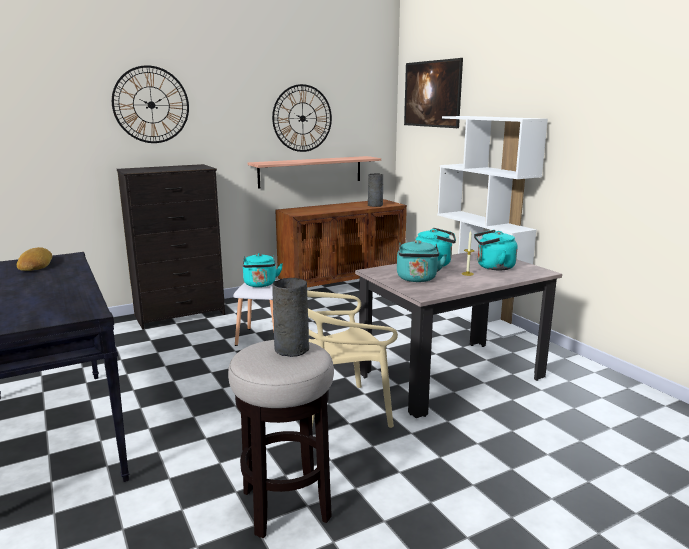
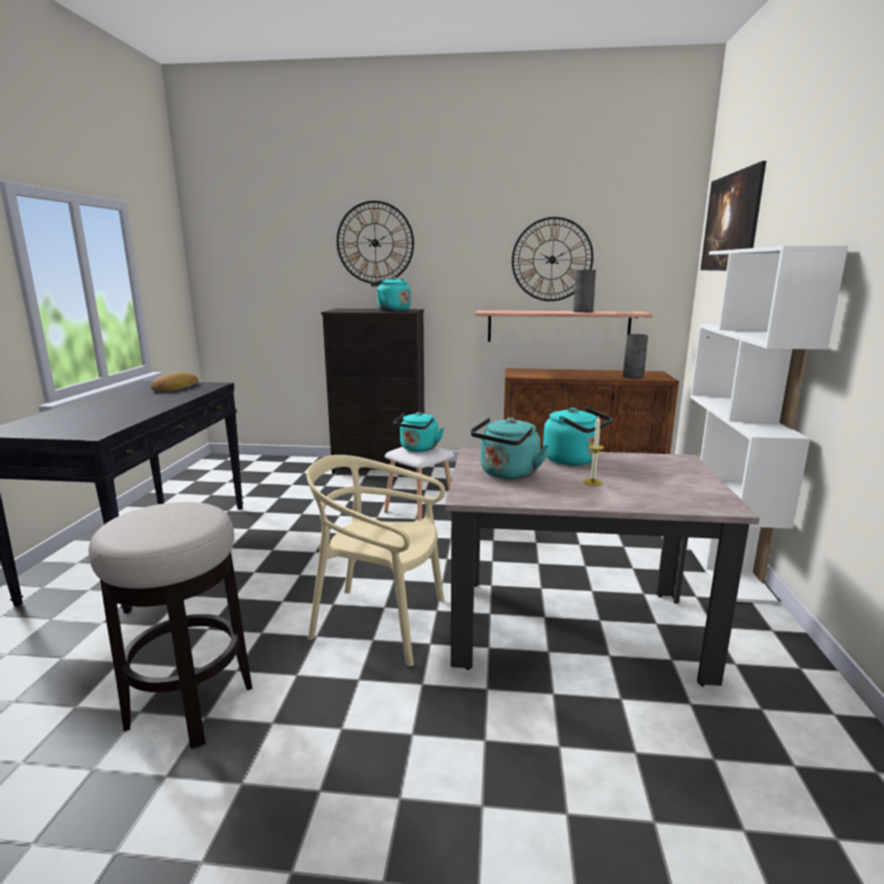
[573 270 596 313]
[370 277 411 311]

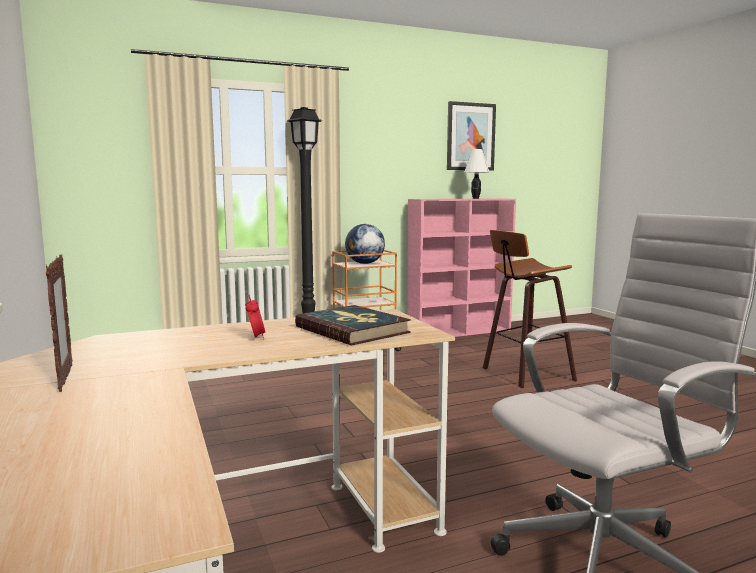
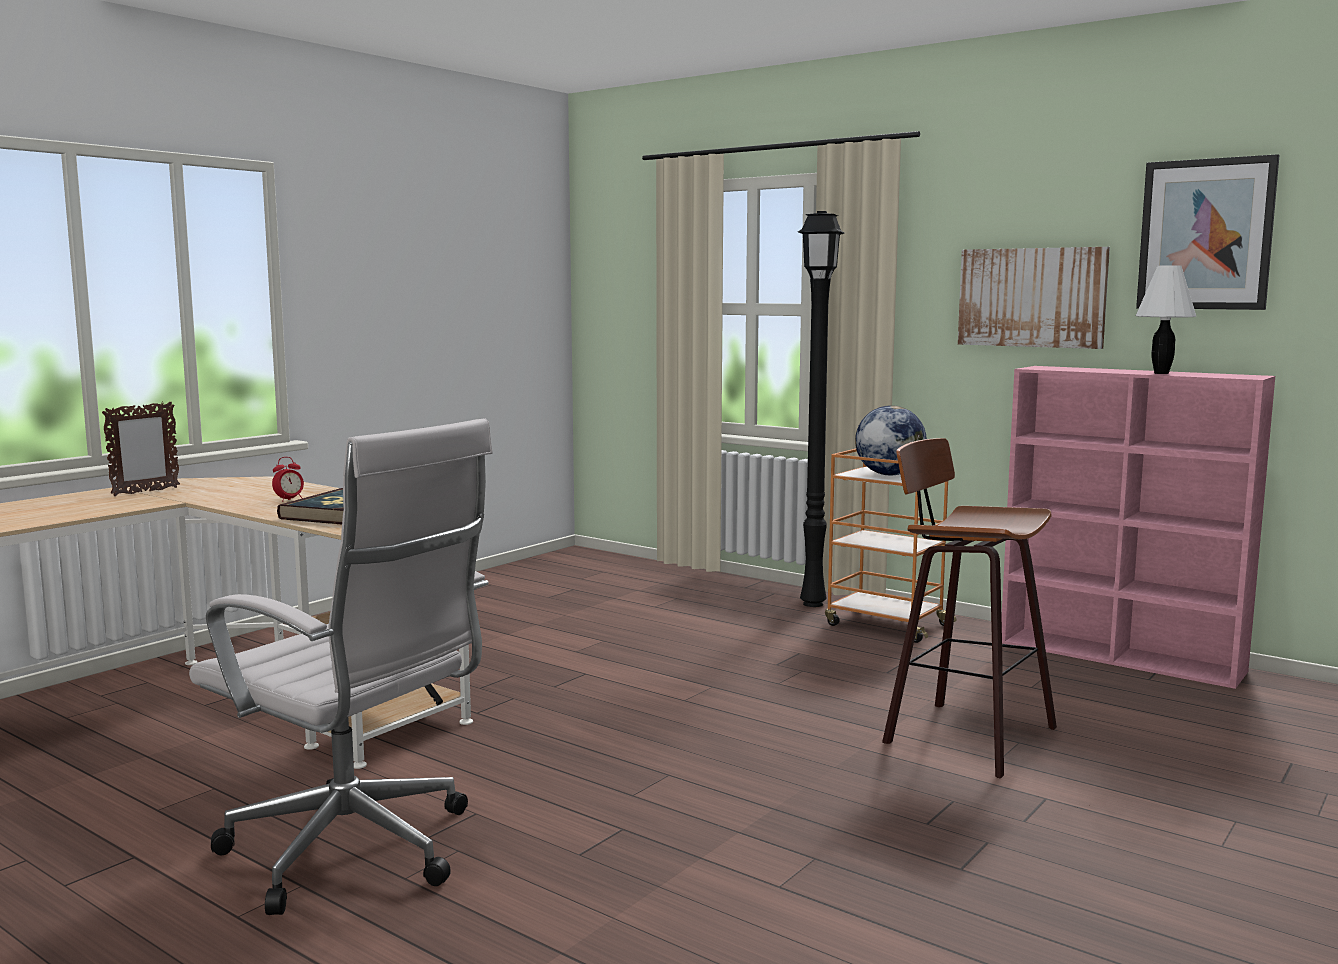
[958 247 1110 349]

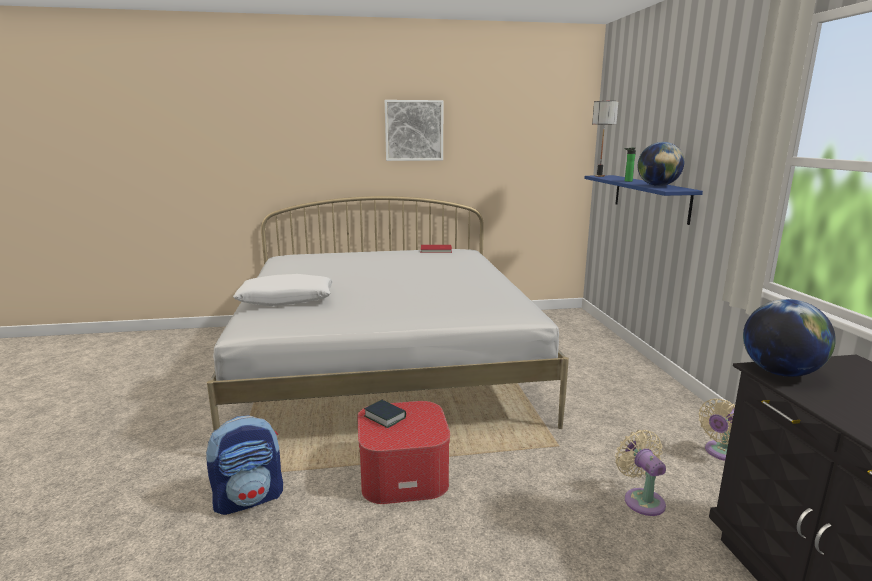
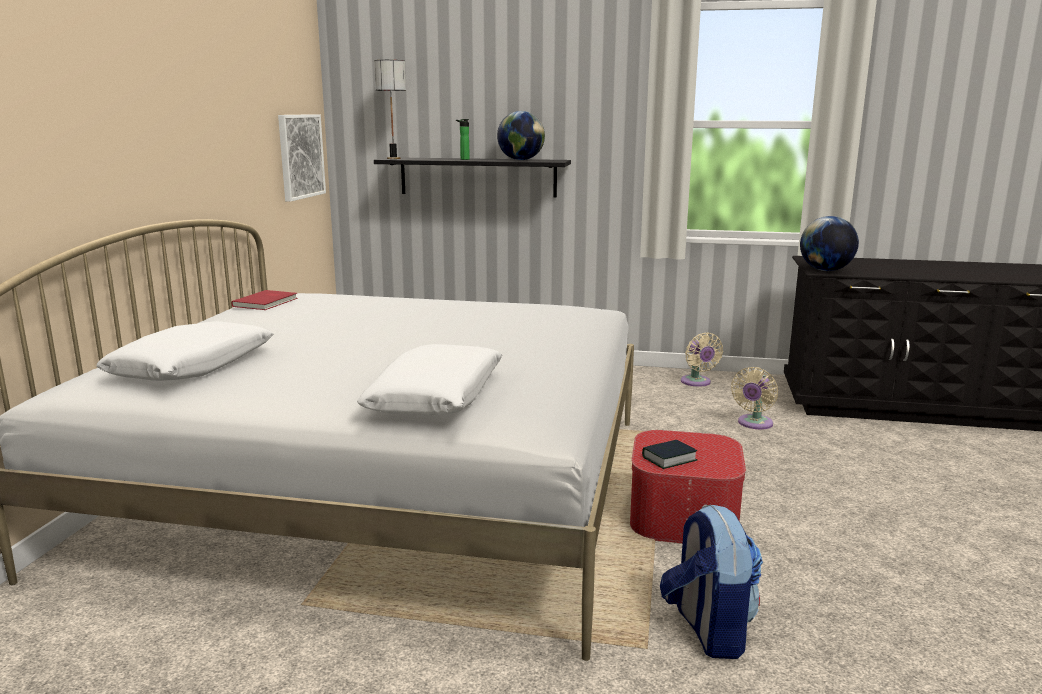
[96 321 273 381]
[278 114 326 202]
[374 158 571 197]
[731 367 778 429]

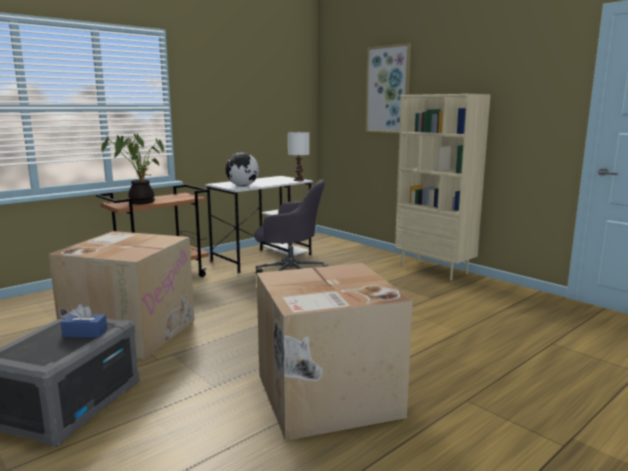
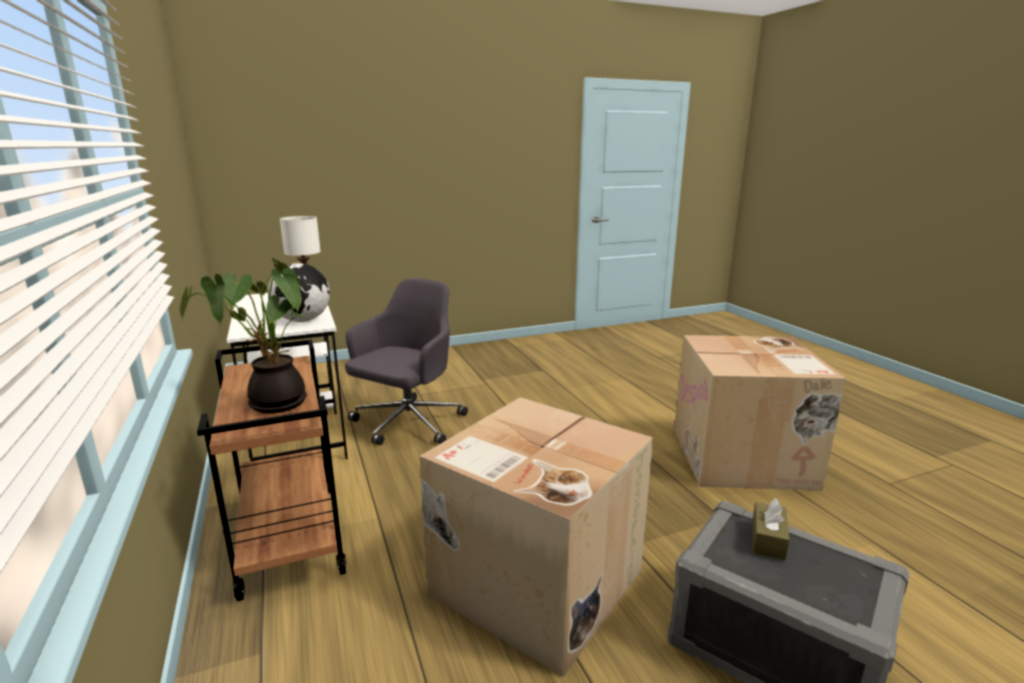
[366 43 411 134] (first image)
[395 94 491 281] (first image)
[752 498 790 560]

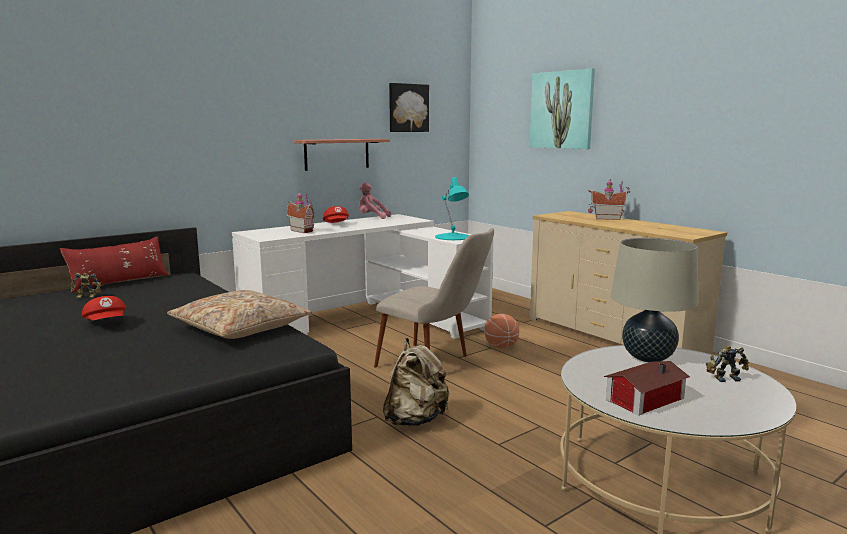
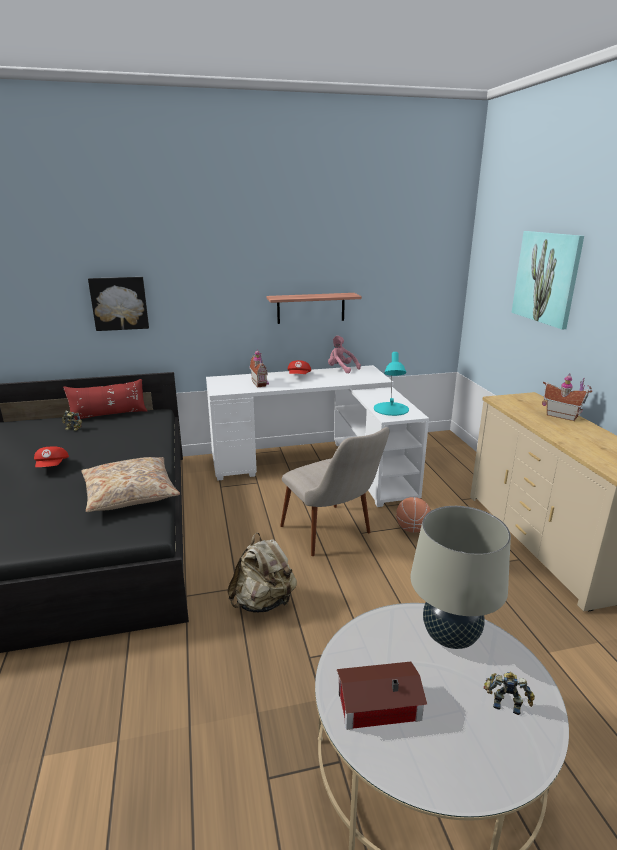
[88 277 149 331]

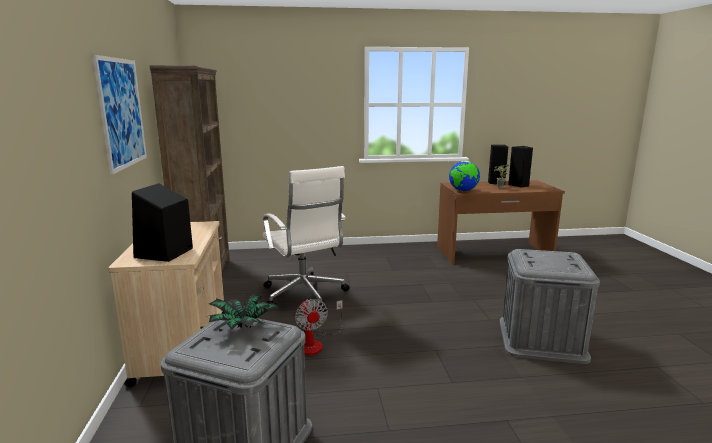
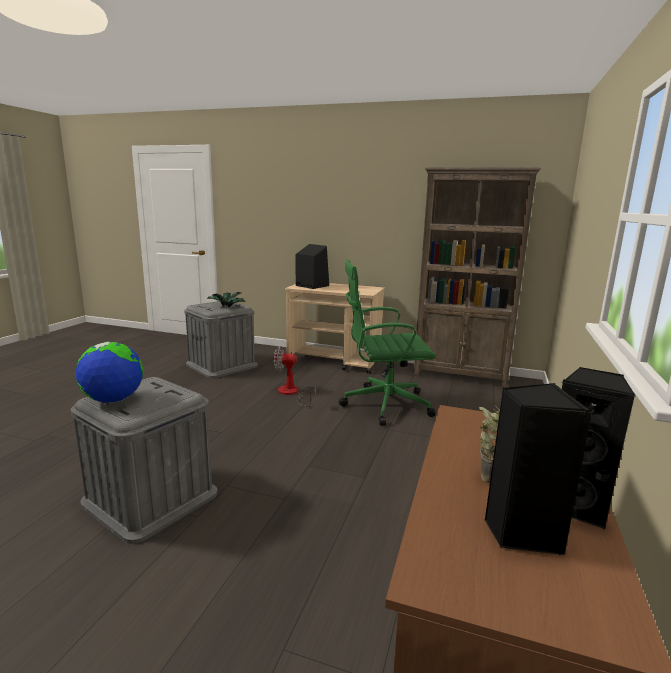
[93 55 147 174] (first image)
[76 342 143 403]
[339 259 436 426]

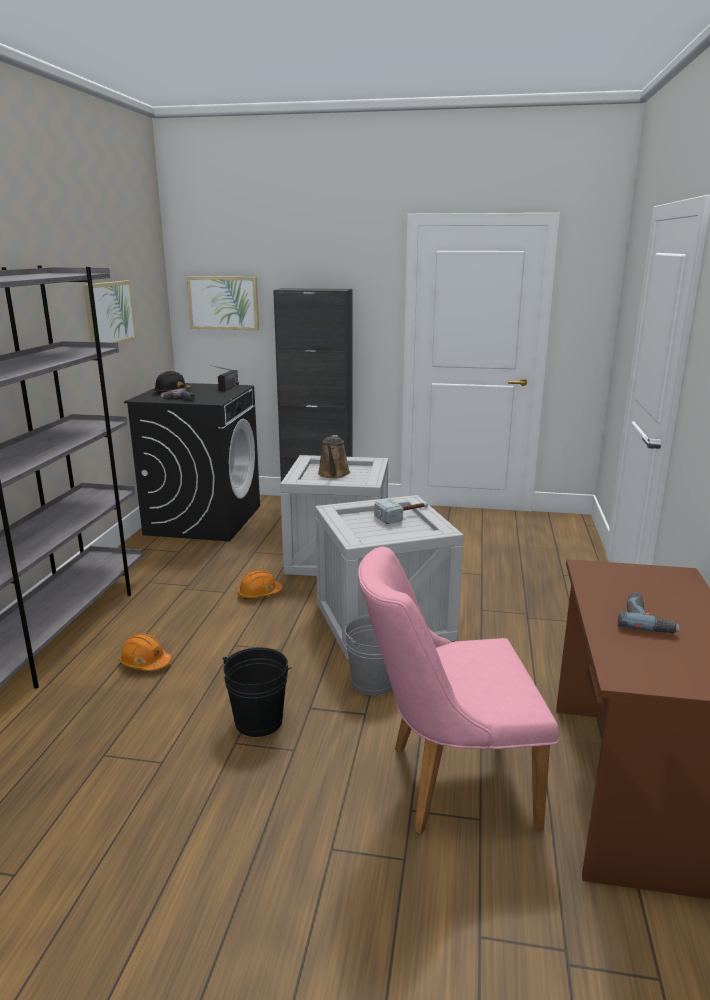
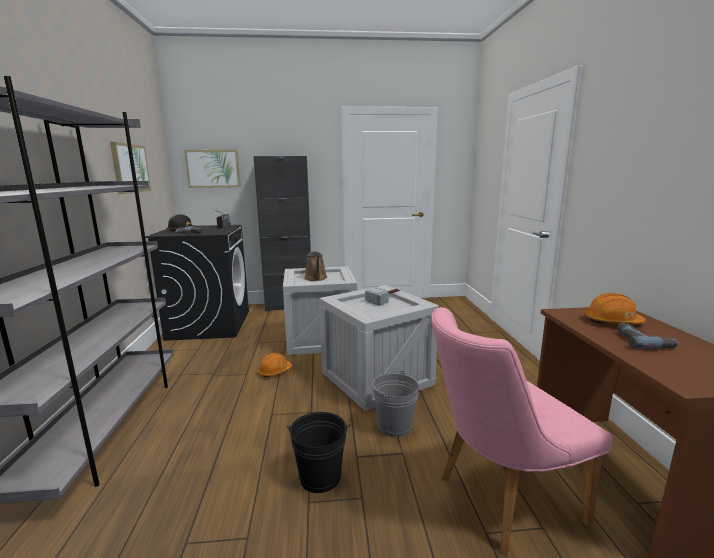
[584 293 646 324]

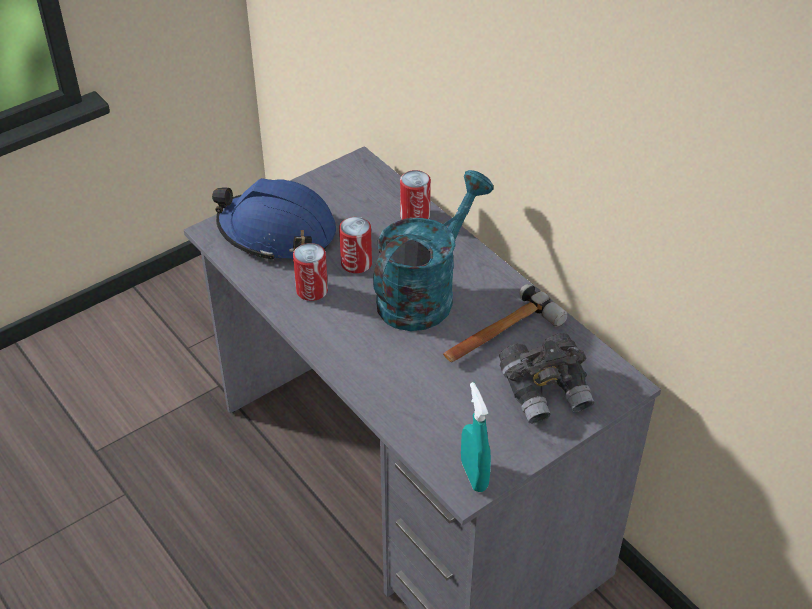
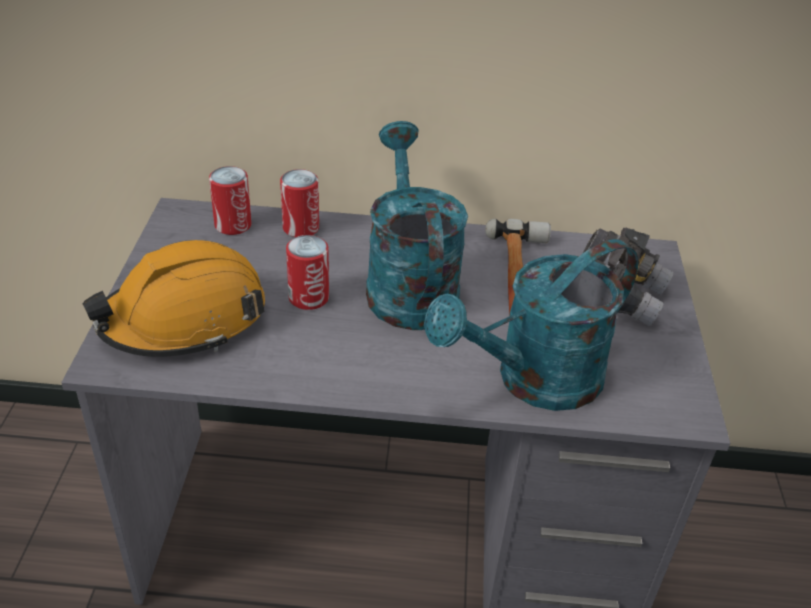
[461 382 491 492] (first image)
[424 239 638 411]
[209 166 251 235]
[83 240 265 357]

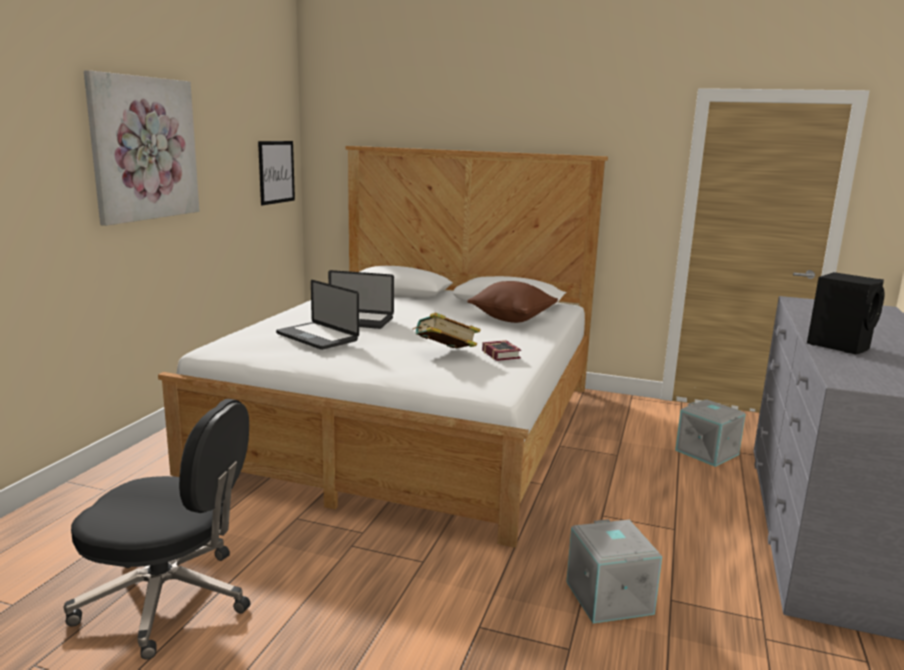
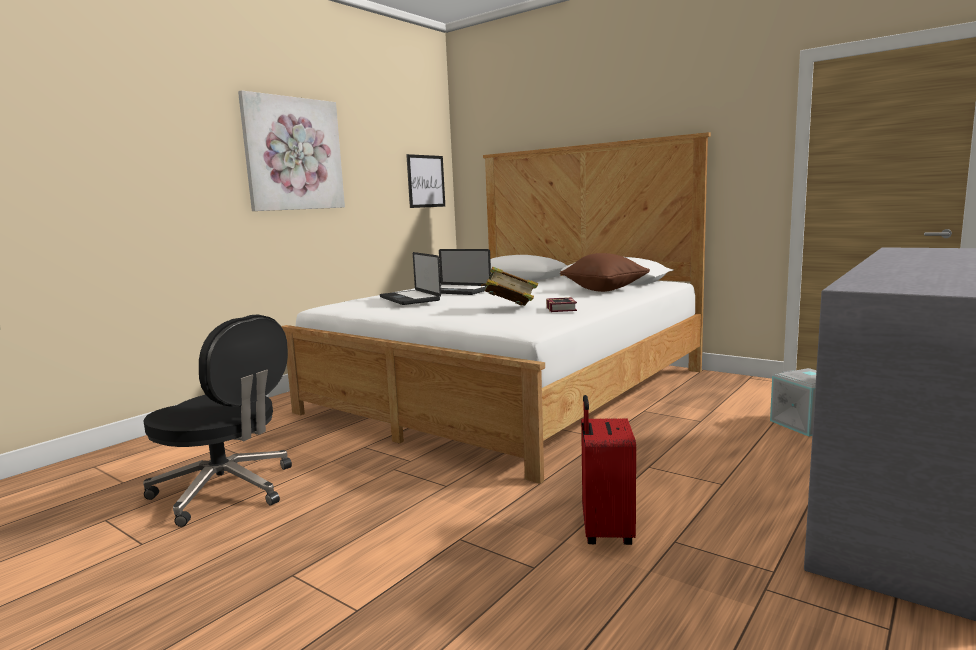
[807 272 884 354] (first image)
[581 395 636 545]

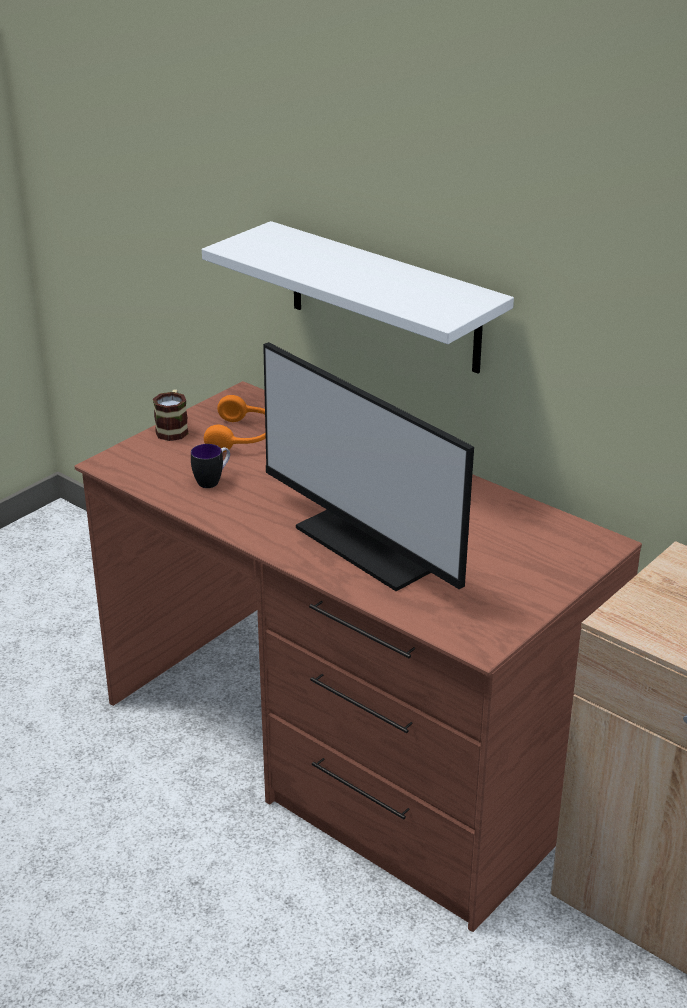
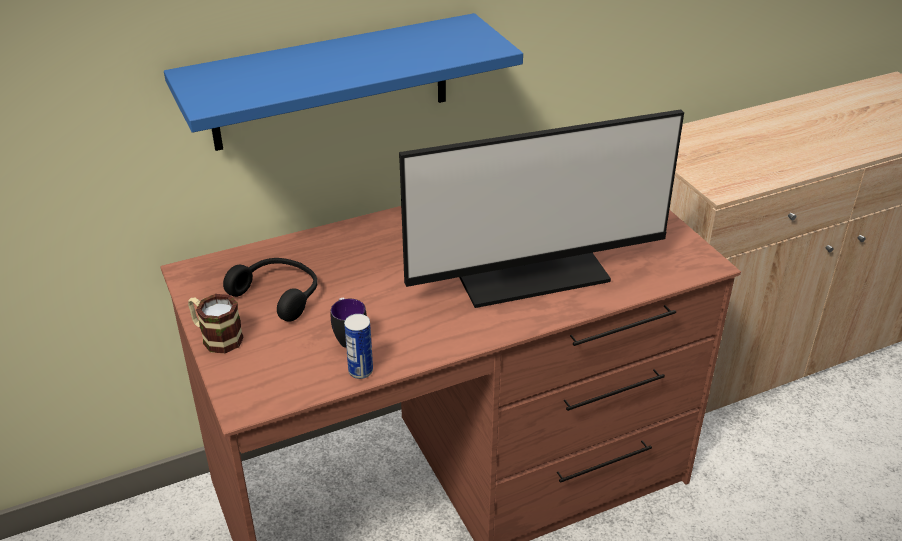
[344 314 373 379]
[164 13 523 151]
[223 258 318 322]

